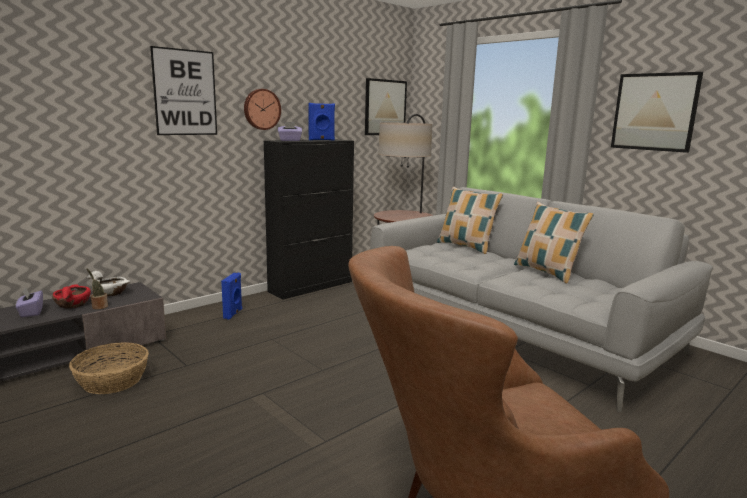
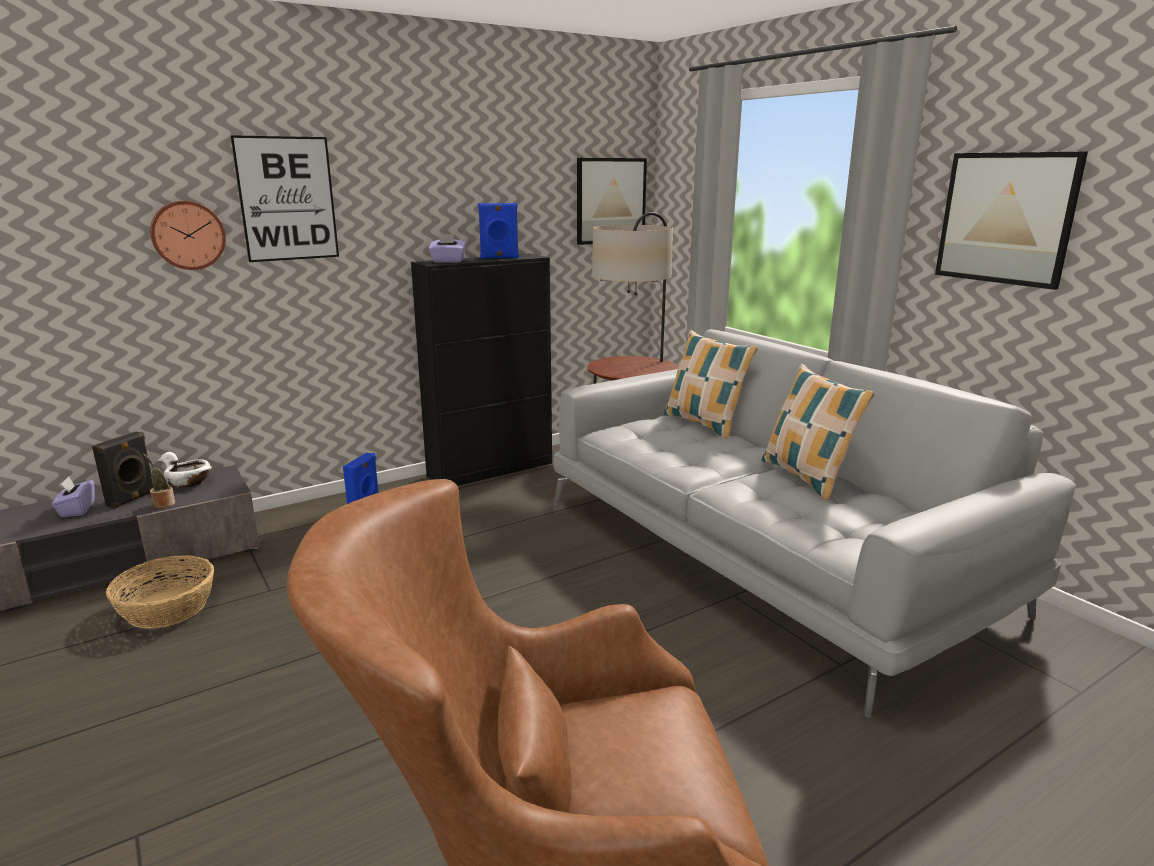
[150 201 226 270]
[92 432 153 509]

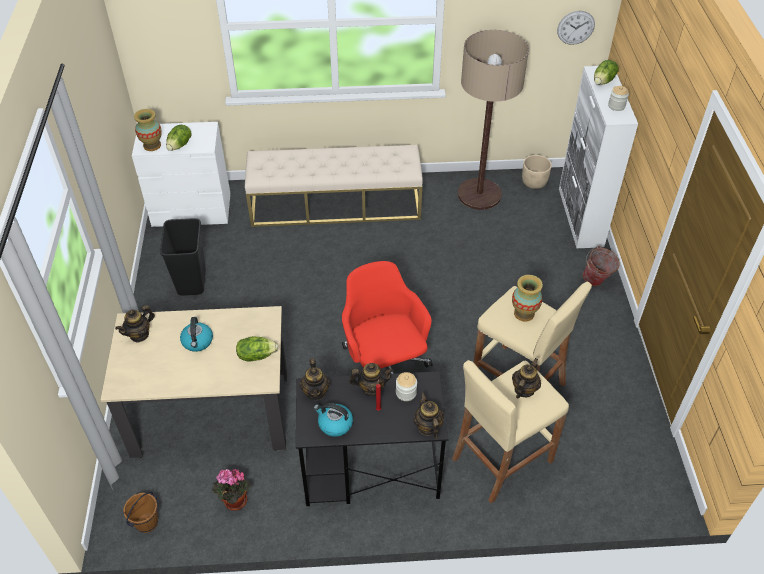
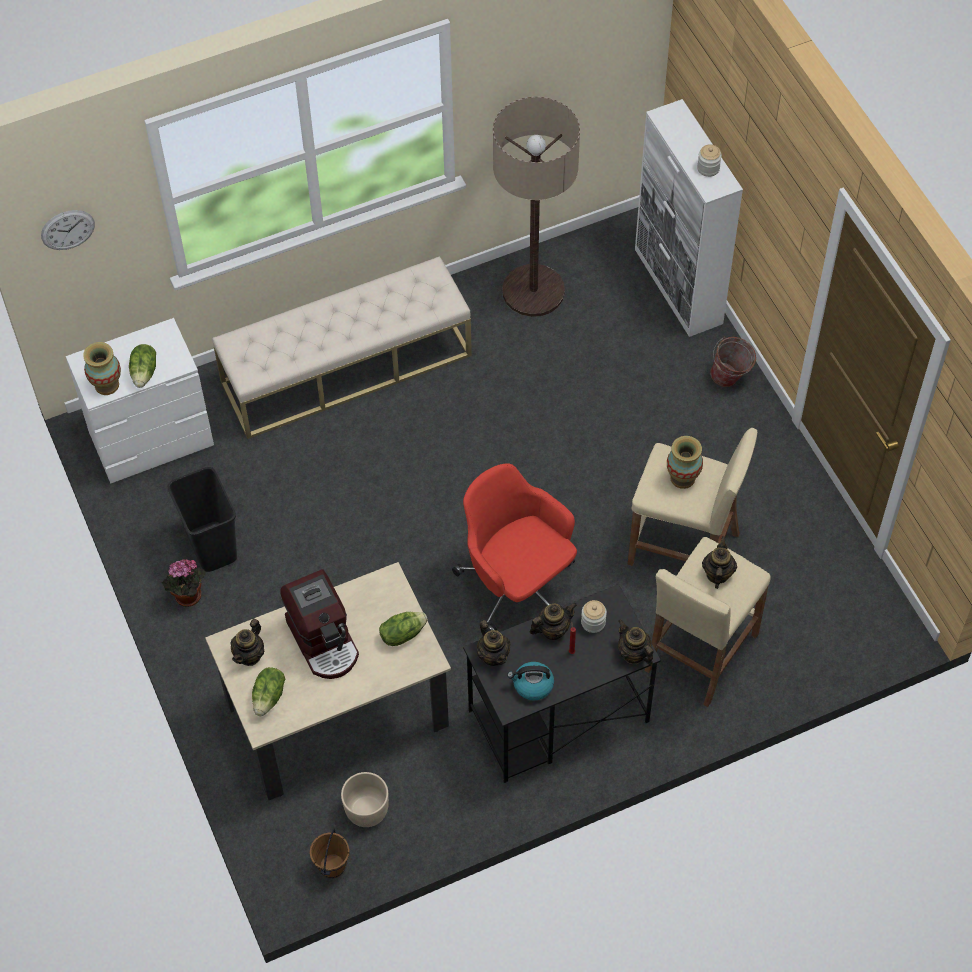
[161 558 206 607]
[341 772 389 827]
[41 210 95 250]
[252 667 285 716]
[280 569 359 679]

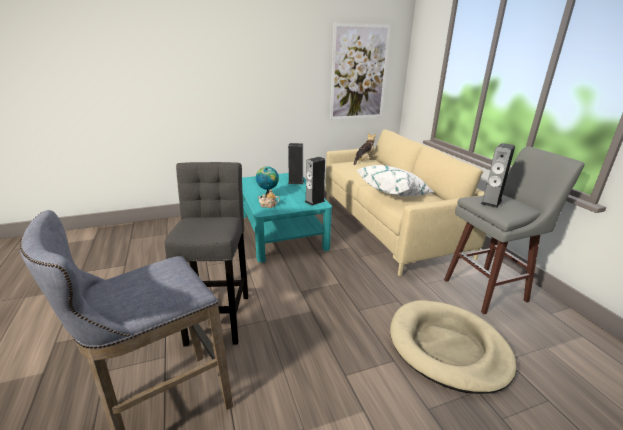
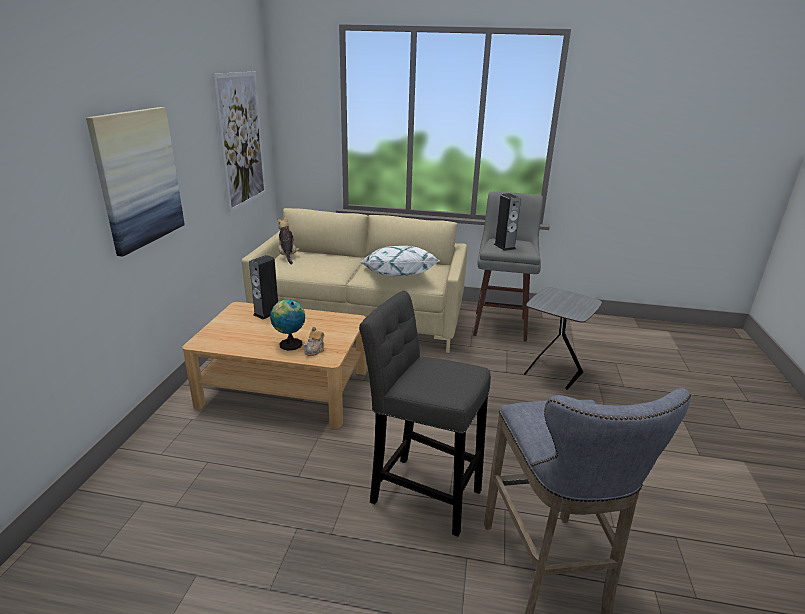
[305 157 325 206] (first image)
[86 107 185 257]
[524 287 602 390]
[182 302 366 429]

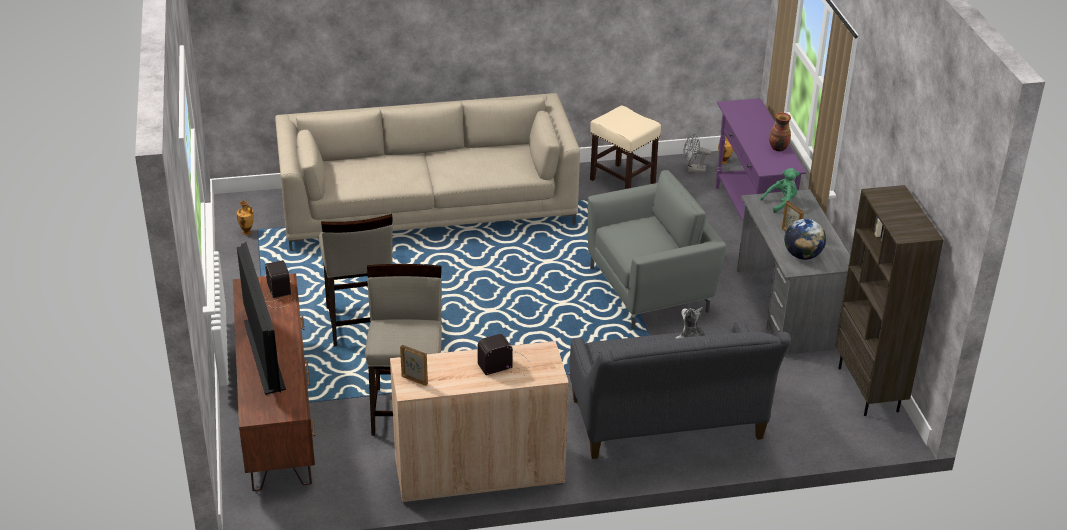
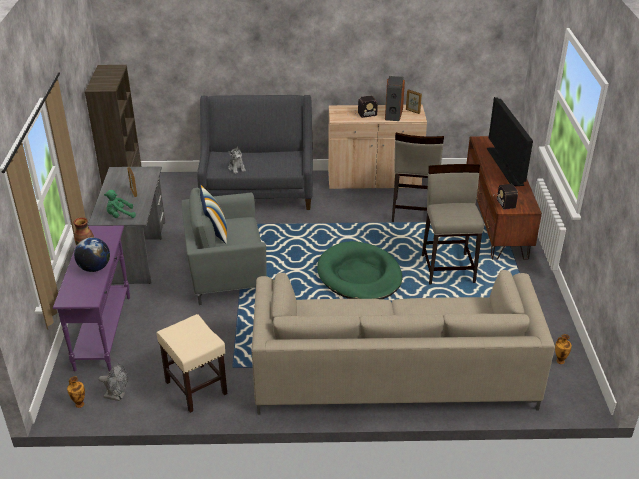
[200 185 227 244]
[317 241 402 299]
[385 76 405 121]
[74 237 110 272]

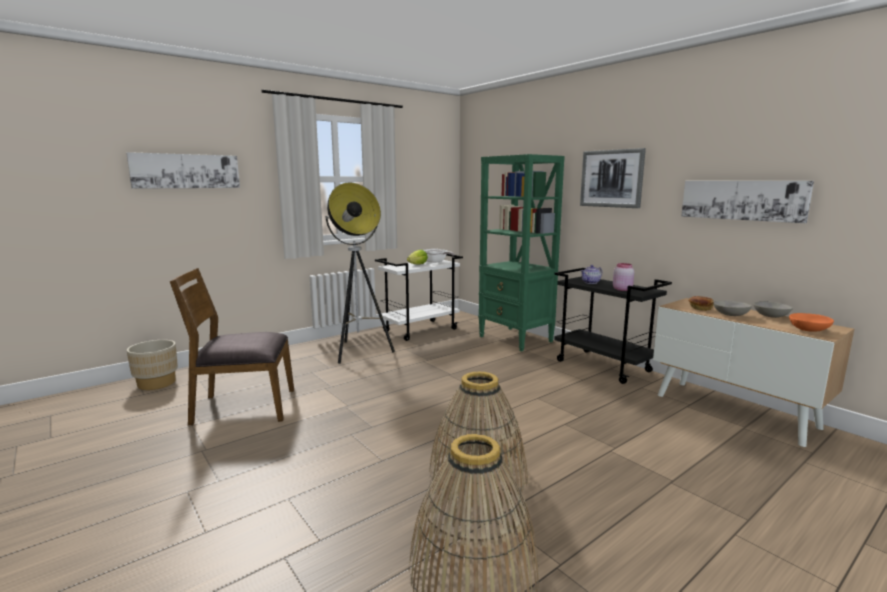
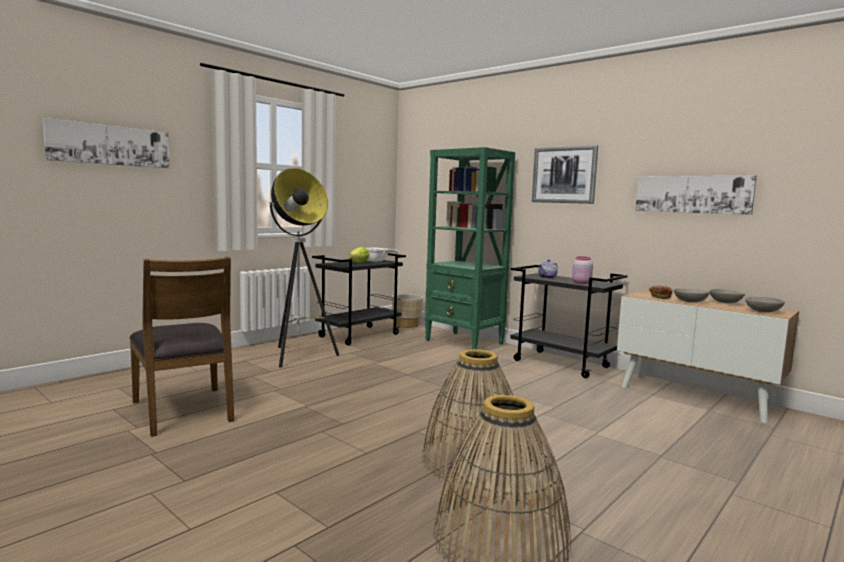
[392 294 423 328]
[312 253 406 345]
[745 297 785 312]
[129 257 234 437]

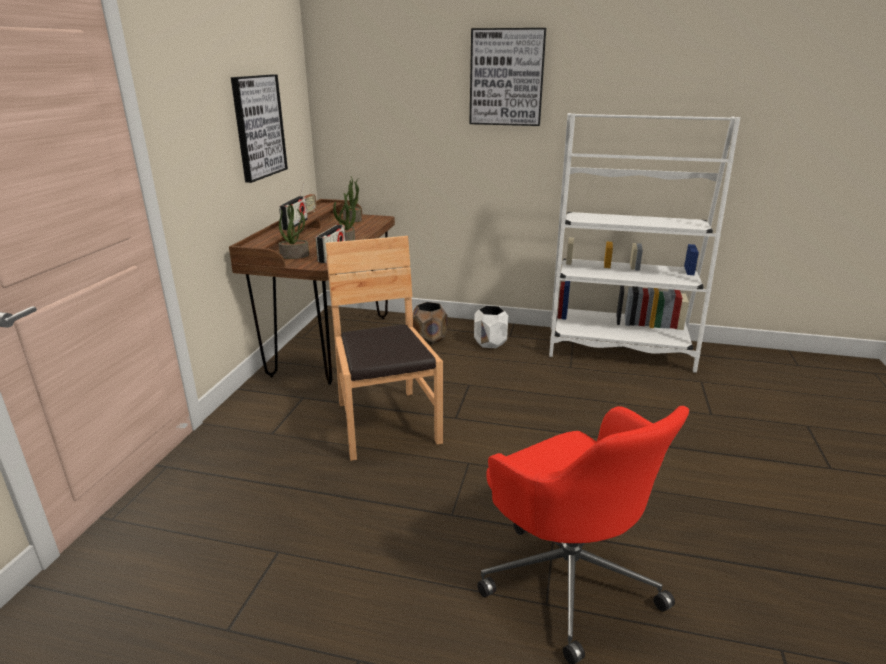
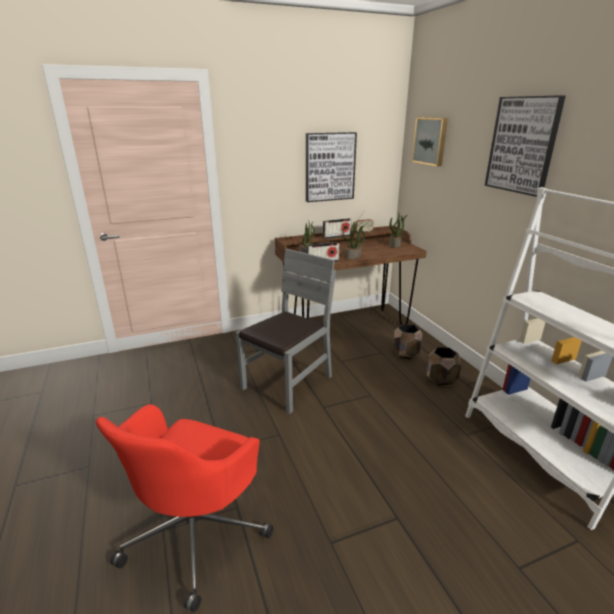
[412 117 448 167]
[236 249 336 414]
[426 347 461 386]

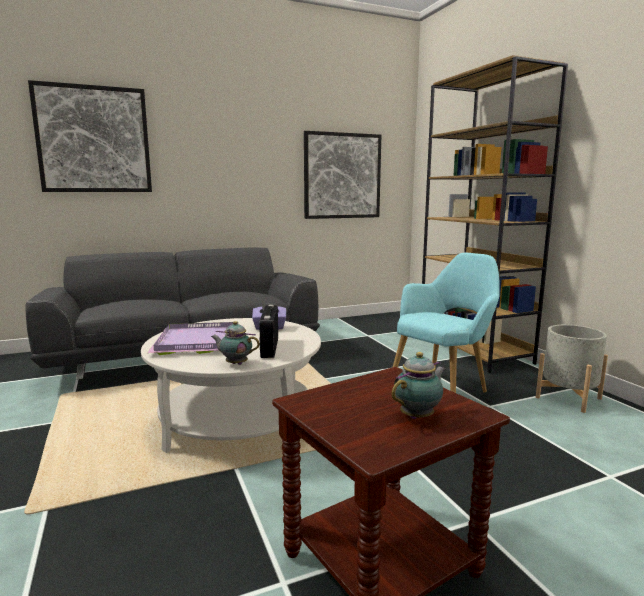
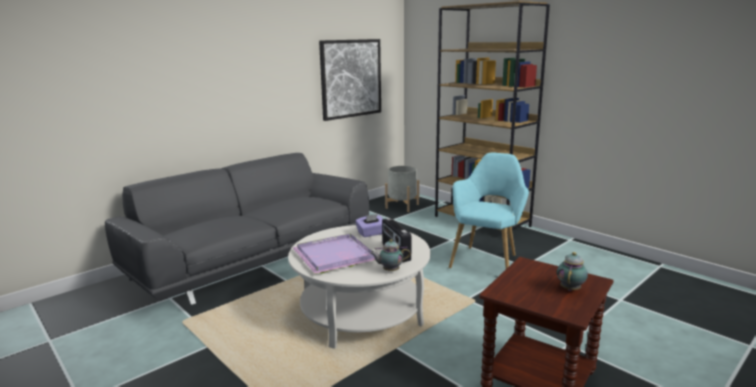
[28 80 152 192] (first image)
[385 166 419 212]

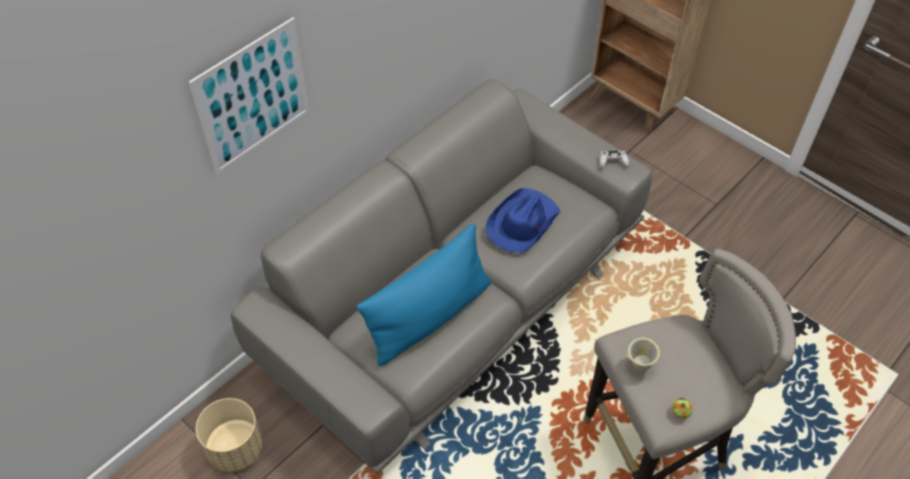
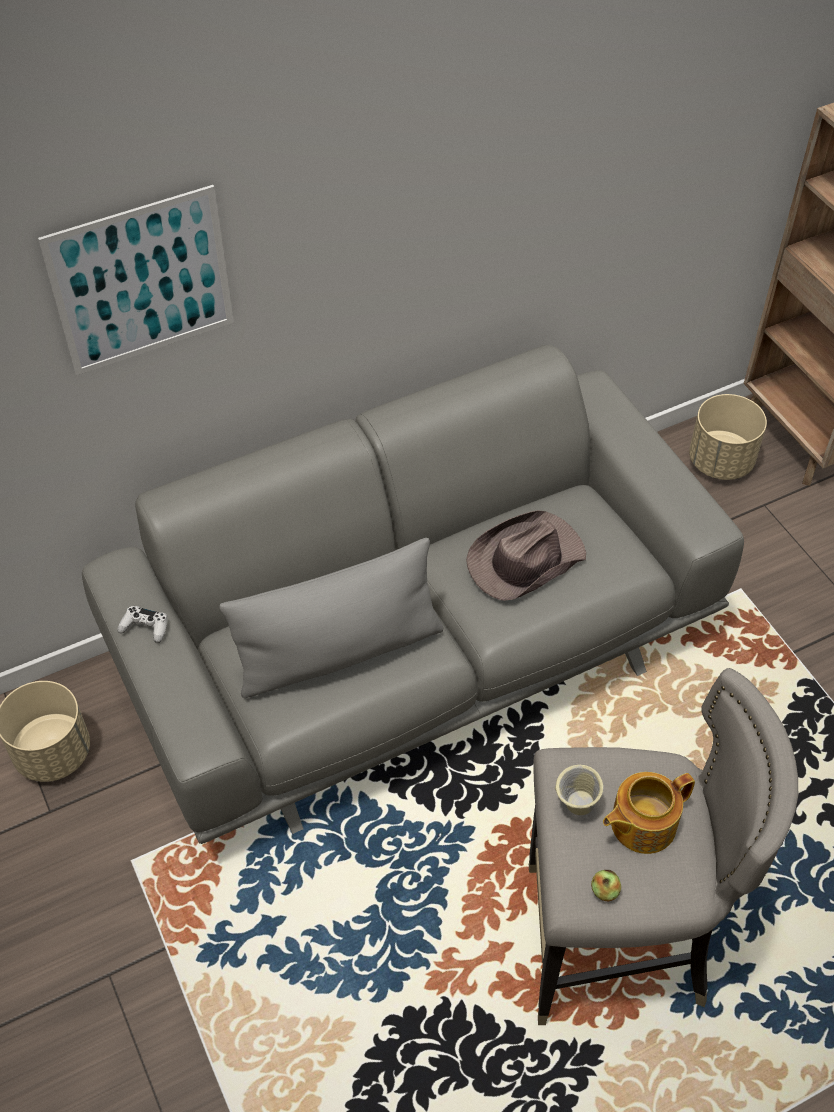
[603 772 695 854]
[689 394 767 480]
[117 606 167 643]
[219 538 443 698]
[466 510 586 601]

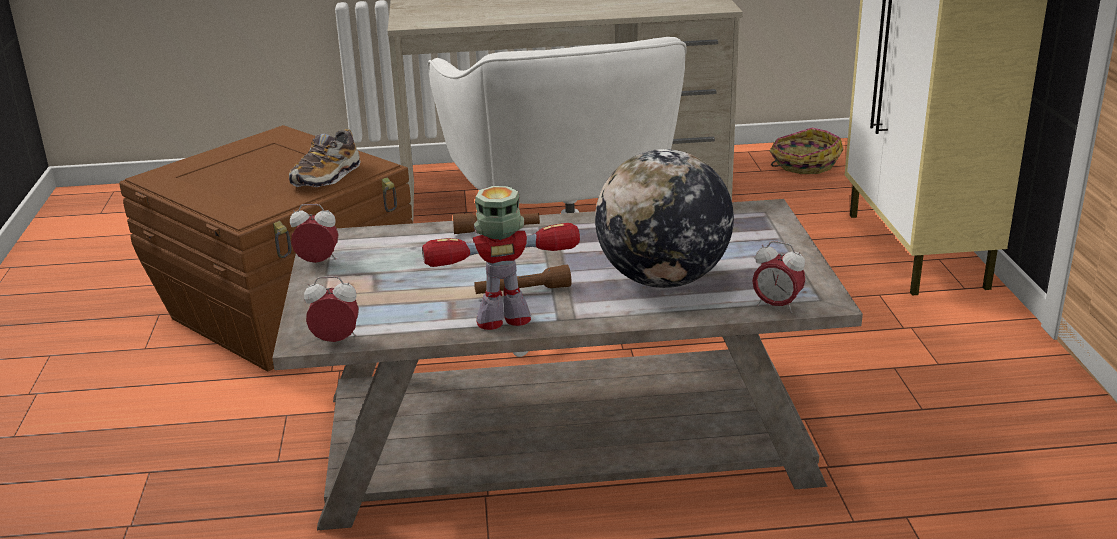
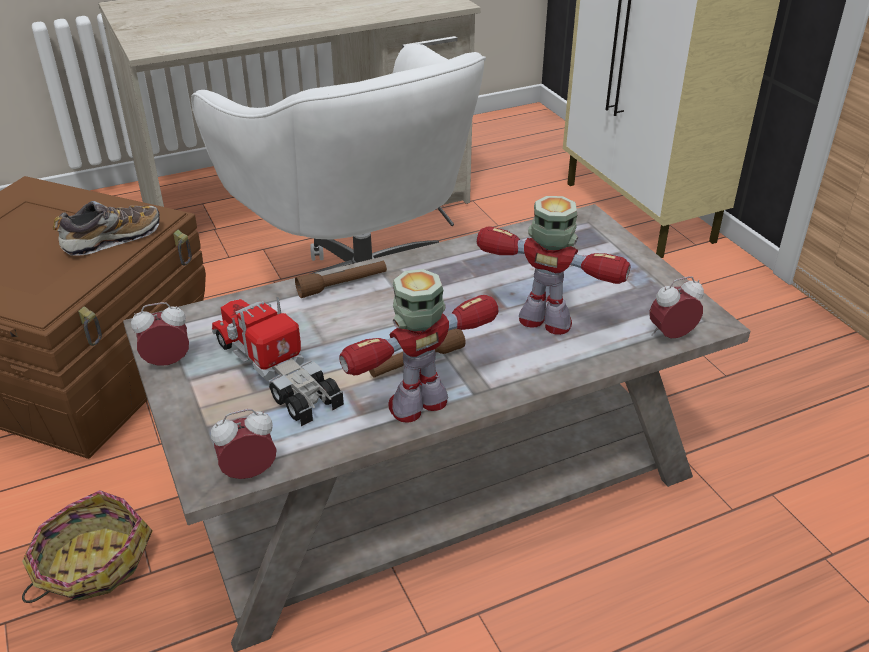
[212 297 344 426]
[22 490 153 603]
[477 196 631 335]
[53 201 160 256]
[649 276 704 338]

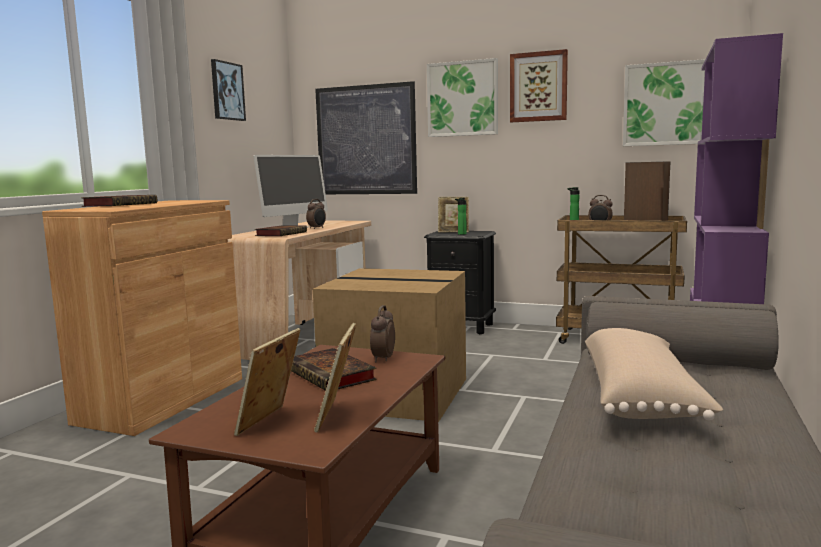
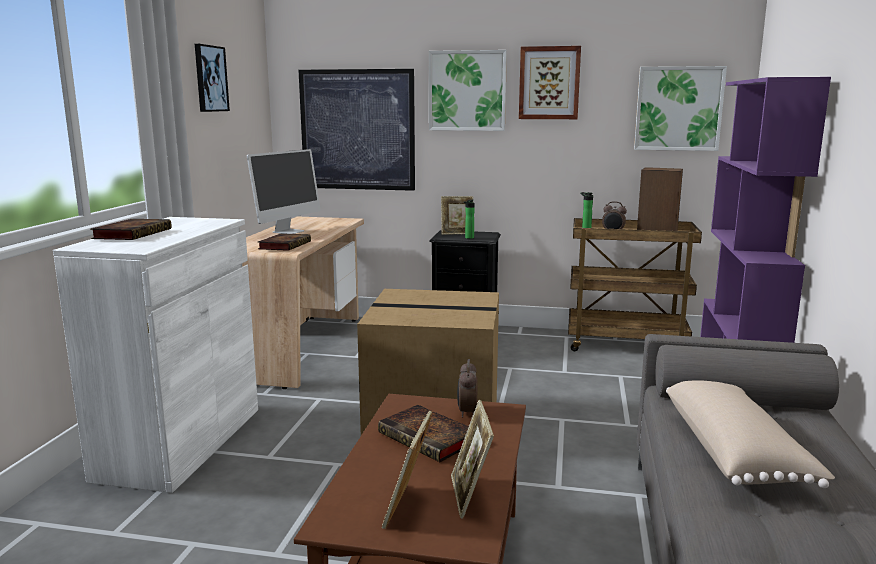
[306 199 326 229] (first image)
[53 217 258 493]

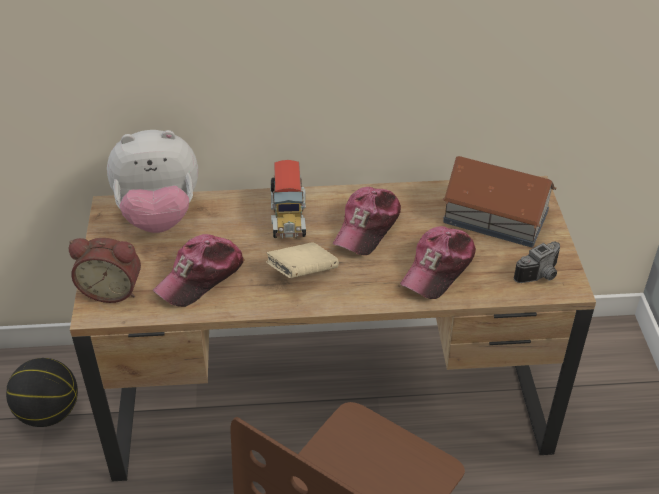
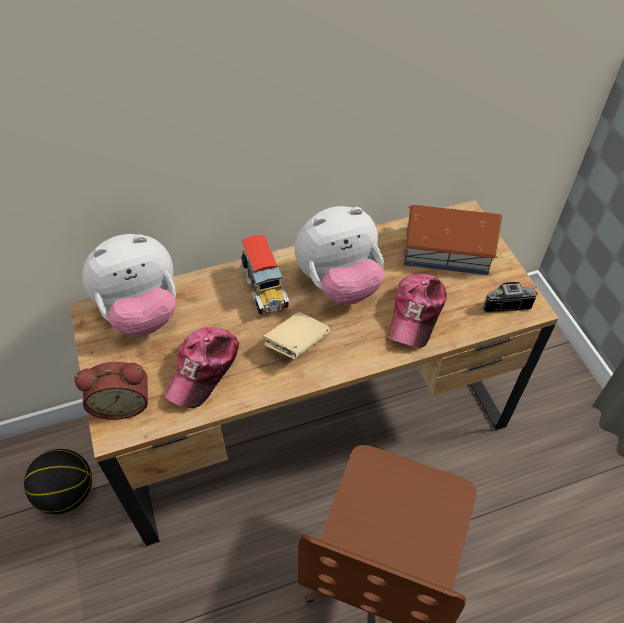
[295 206 384 305]
[483 282 538 313]

